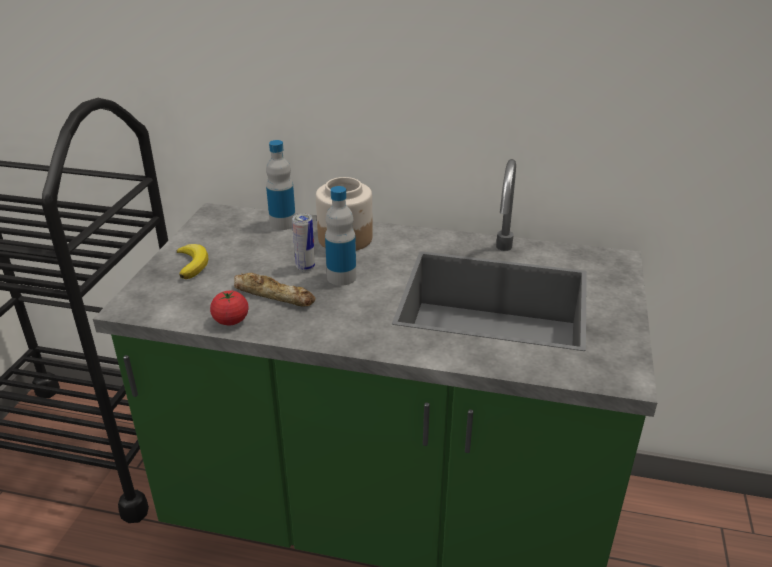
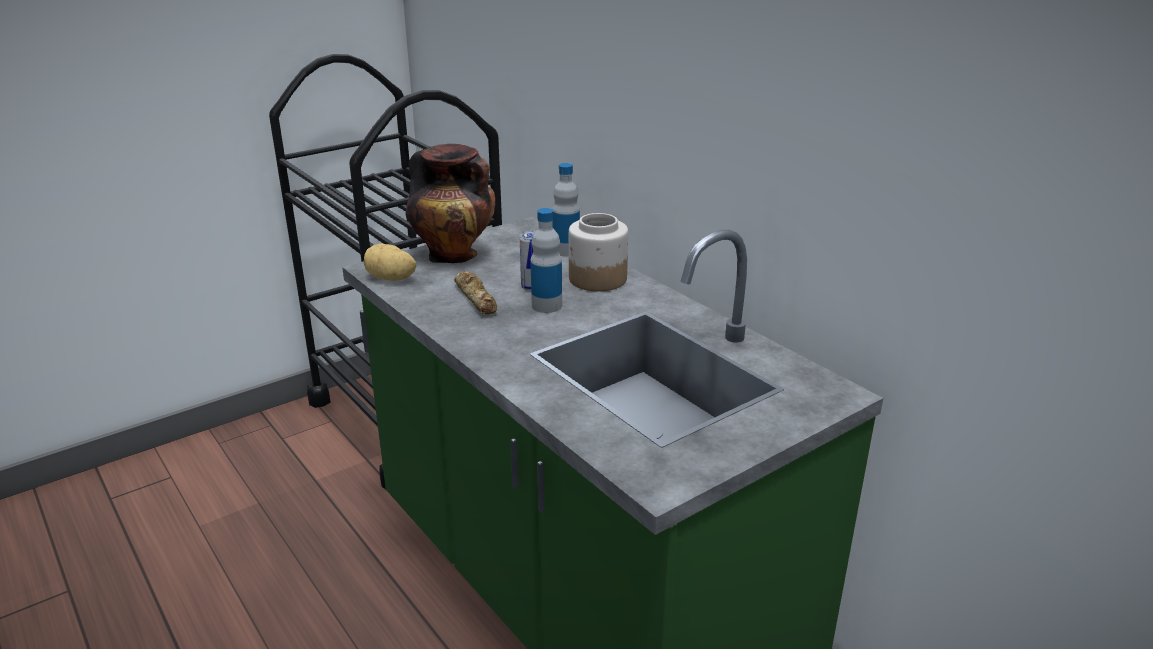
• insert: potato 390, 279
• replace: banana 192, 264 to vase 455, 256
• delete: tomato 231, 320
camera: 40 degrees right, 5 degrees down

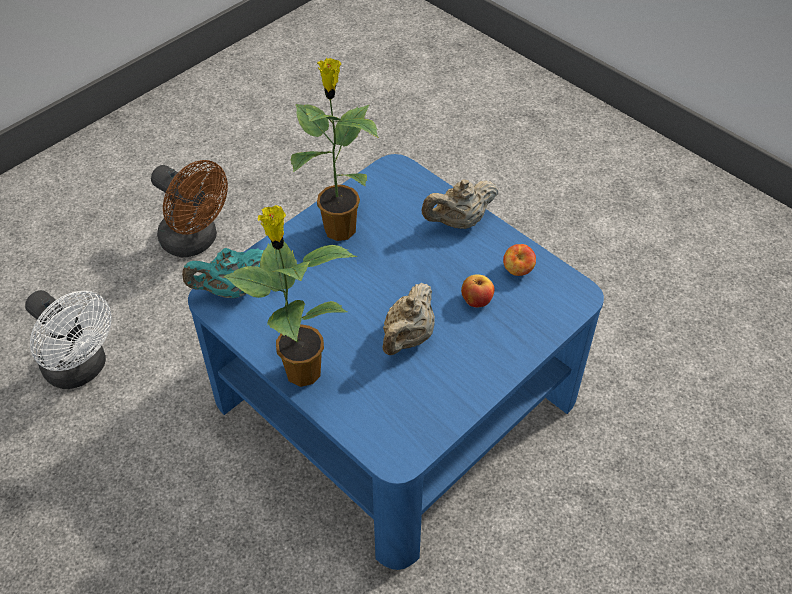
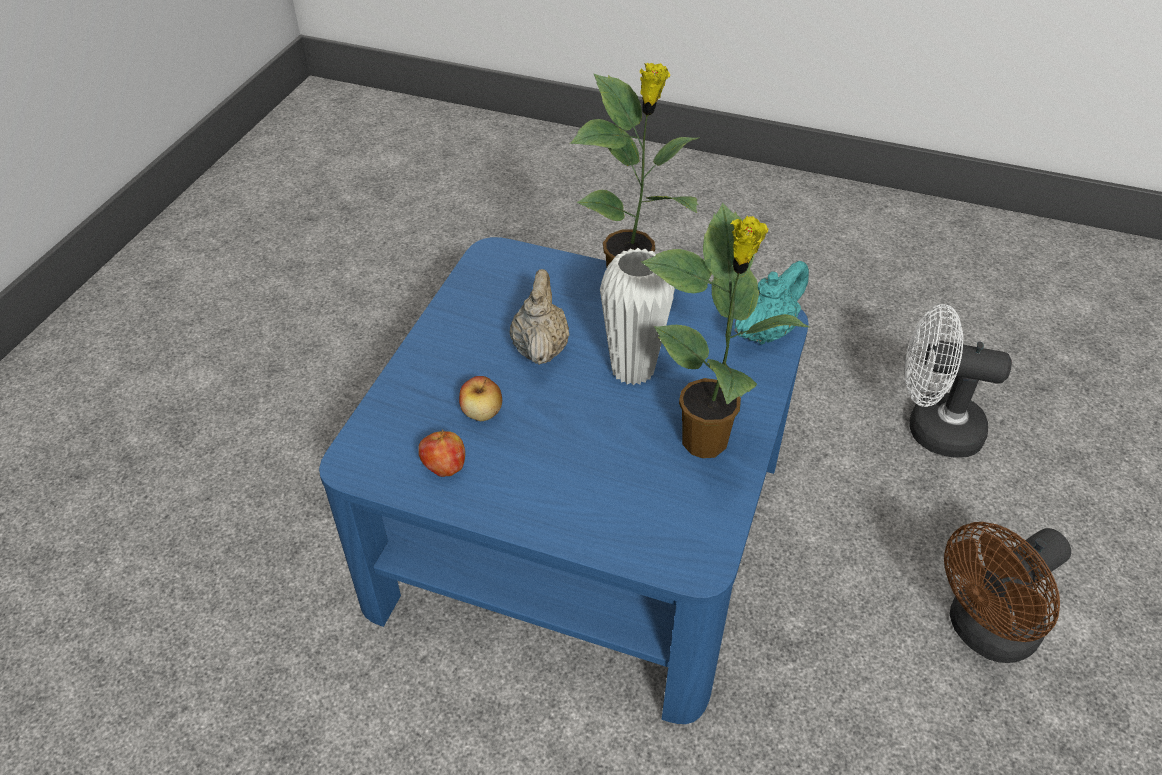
• insert: white vase 632, 370
• rotate: brown fan 196, 241 = 983, 632 45 degrees counterclockwise
• delete: beige teapot 459, 222
camera: 155 degrees right, 5 degrees down

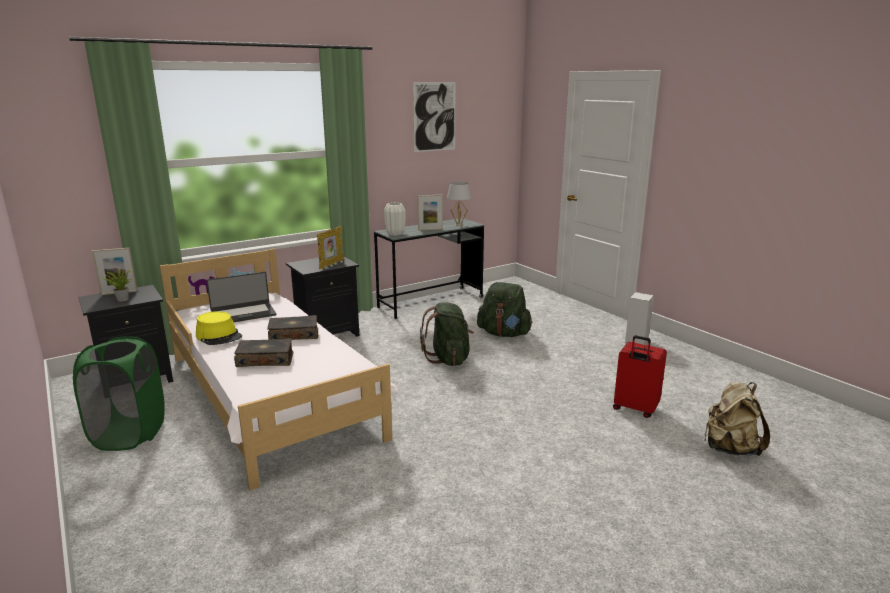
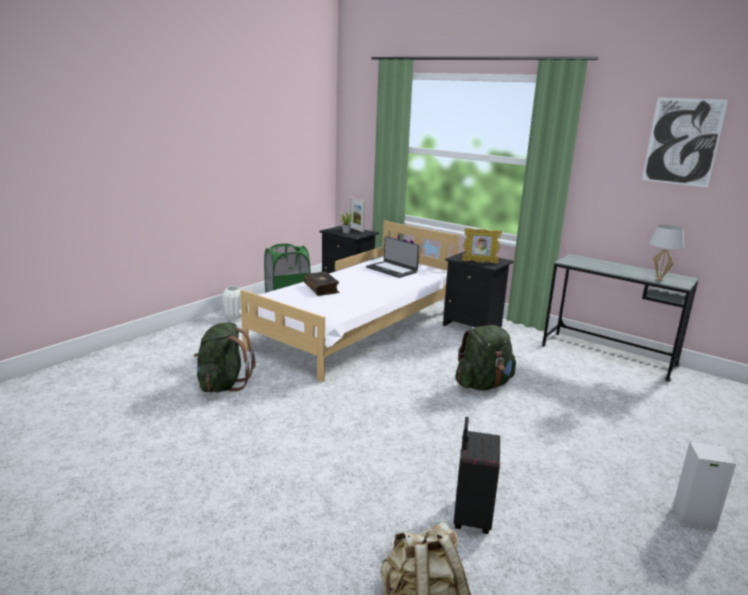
• move: green backpack 504, 334 to 222, 384
• move: white vase 395, 234 to 234, 316
• recolor: red suitcase 635, 409 to black suitcase 470, 517
• delete: yellow hat 219, 336
• delete: book 294, 334
• delete: picture frame 430, 229
camera: 70 degrees right, 0 degrees up

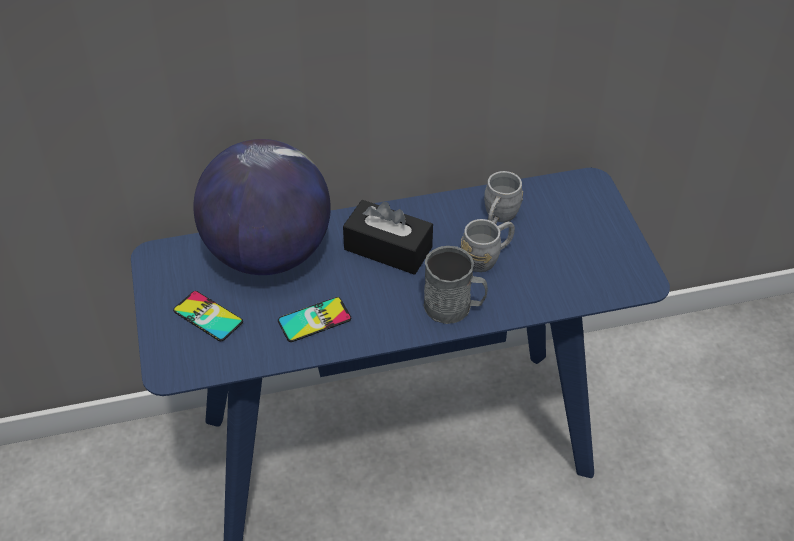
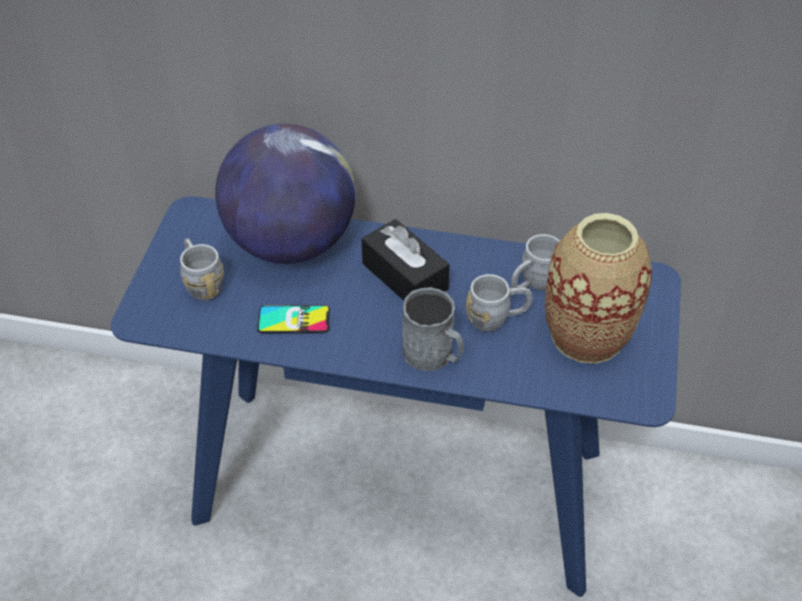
• replace: phone 208, 316 to grey mug 201, 282
• insert: vase 587, 336
camera: 25 degrees right, 0 degrees up

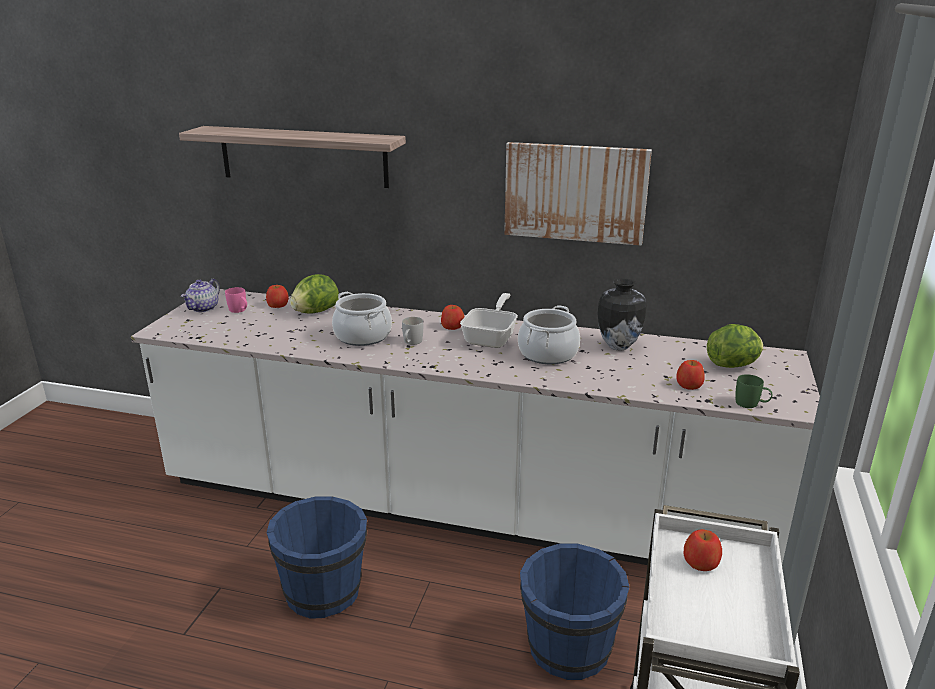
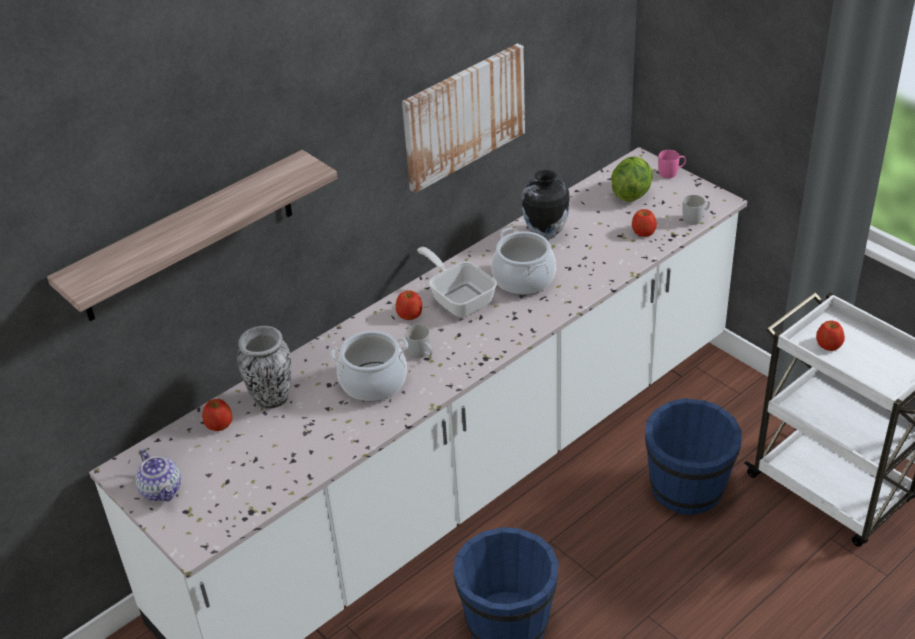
• replace: lettuce 315, 312 to vase 272, 398
• move: pink mug 239, 310 to 671, 173
• recolor: green mug 751, 404 to white mug 695, 218
camera: 55 degrees left, 15 degrees up

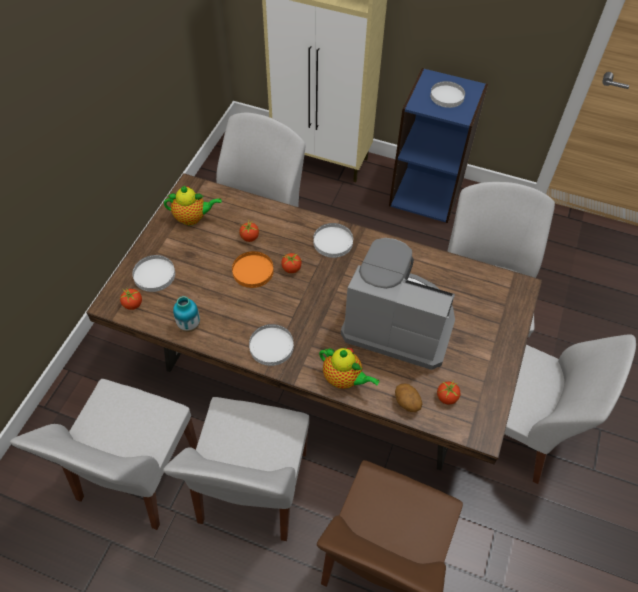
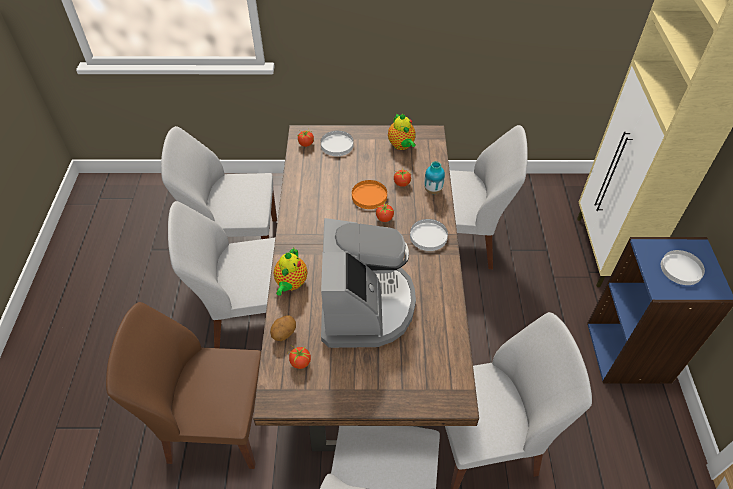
• move: vase 189, 325 to 433, 190
• delete: white plate 271, 346
camera: 70 degrees right, 5 degrees down

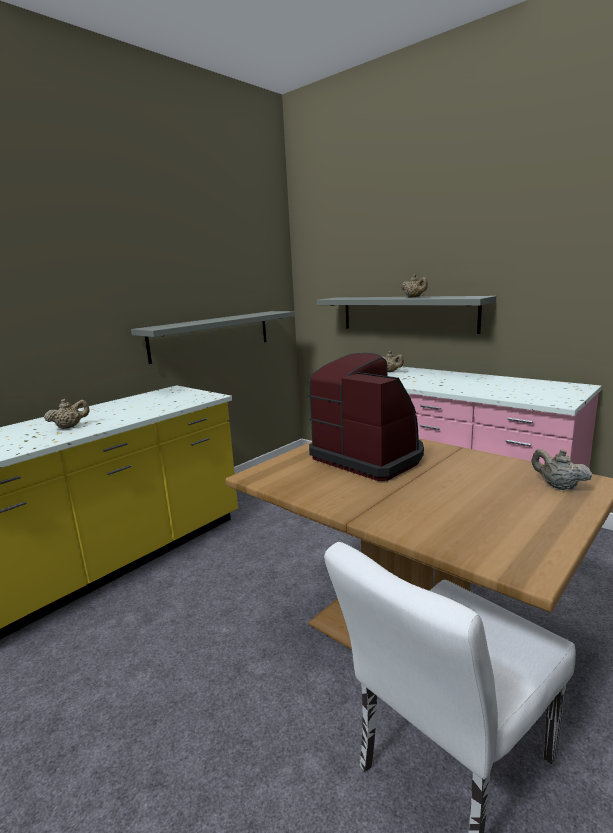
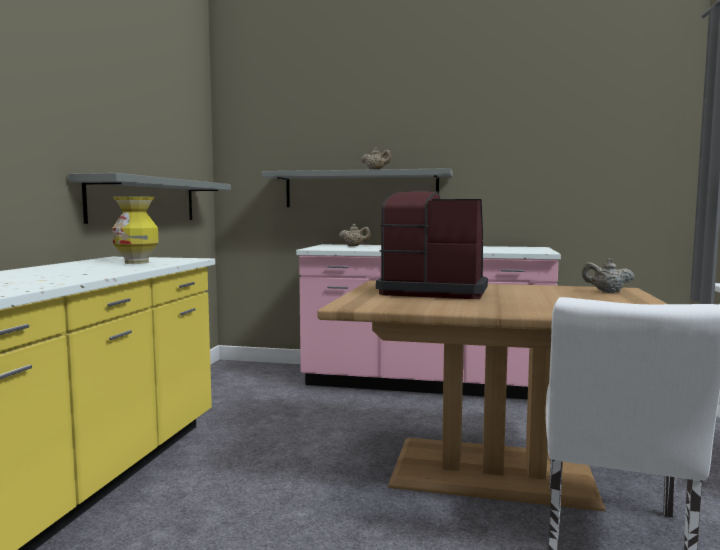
• insert: vase 137, 263
• delete: beige teapot 69, 427
camera: 30 degrees left, 10 degrees down

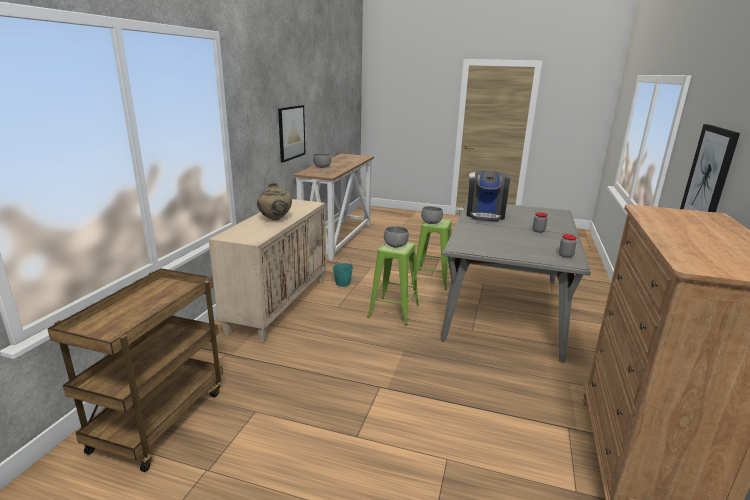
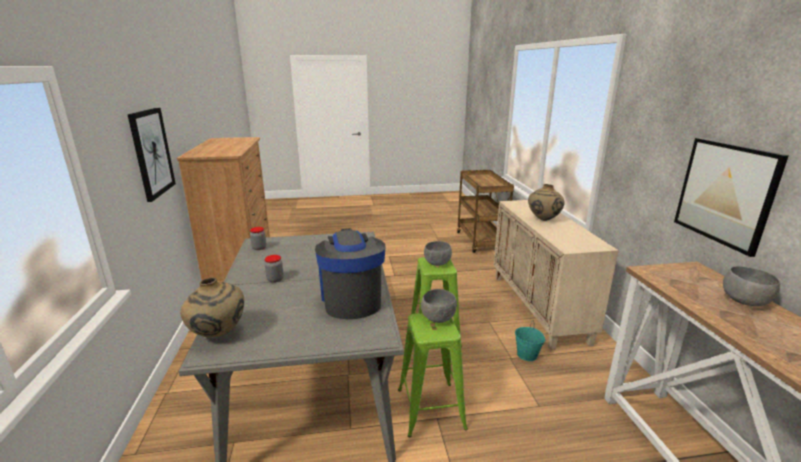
• insert: beige vase 218, 335
camera: 155 degrees right, 0 degrees up

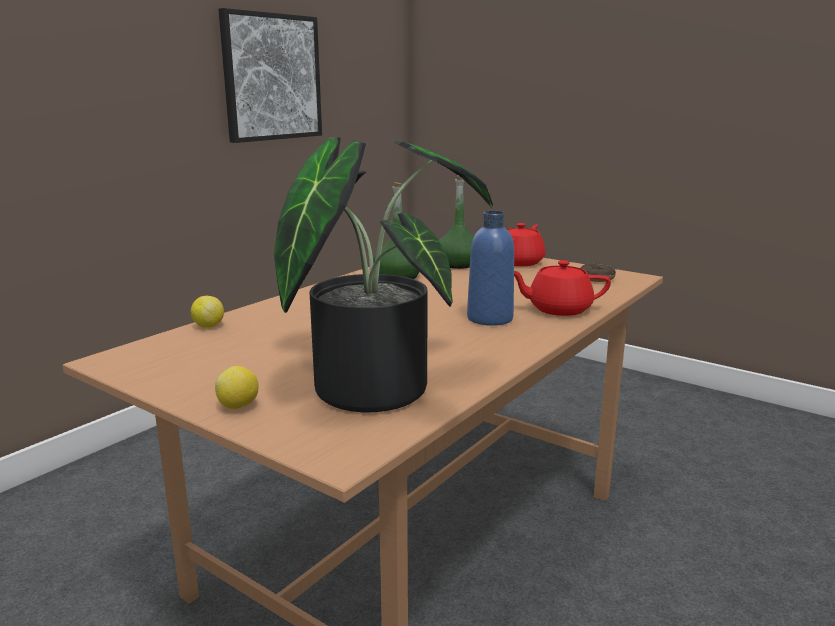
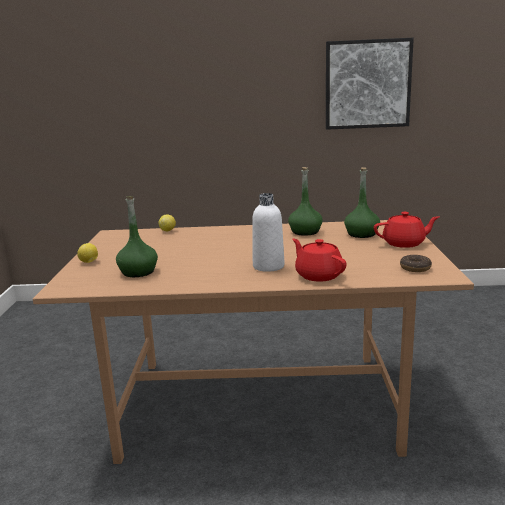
• replace: potted plant 370, 383 to green bottle 138, 272
• recolor: blue bottle 490, 318 to white bottle 268, 266
camera: 55 degrees right, 0 degrees up

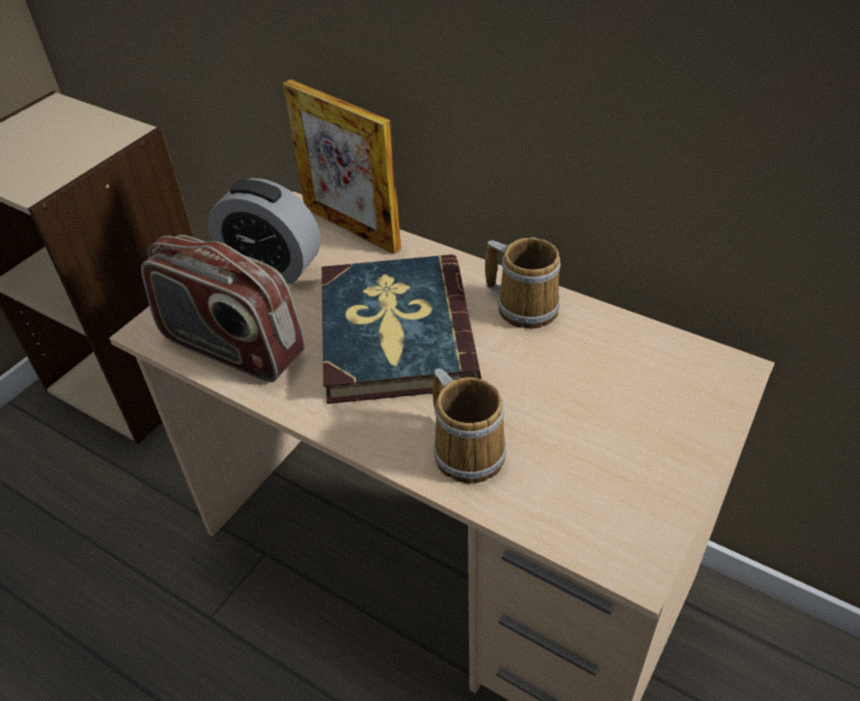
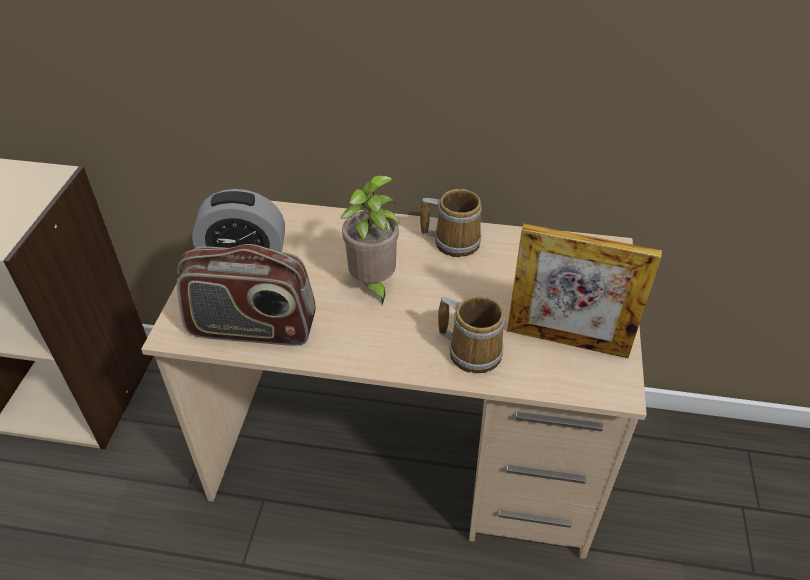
• replace: book 395, 333 to potted plant 373, 284
• move: picture frame 351, 228 to 567, 341
camera: 25 degrees left, 0 degrees up

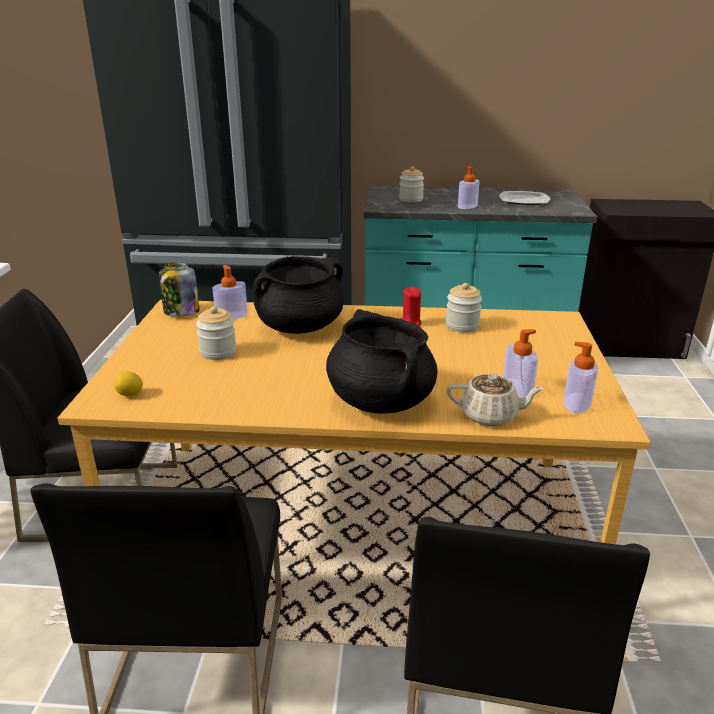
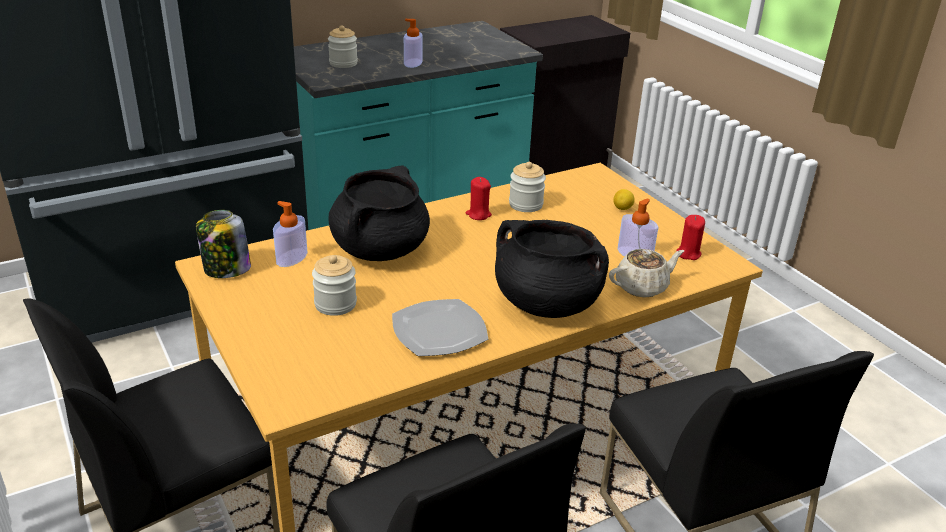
• move: plate 523, 200 to 438, 330
• move: lemon 130, 394 to 622, 209
• replace: soap dispenser 577, 403 to red candle 688, 253
camera: 35 degrees left, 5 degrees up

